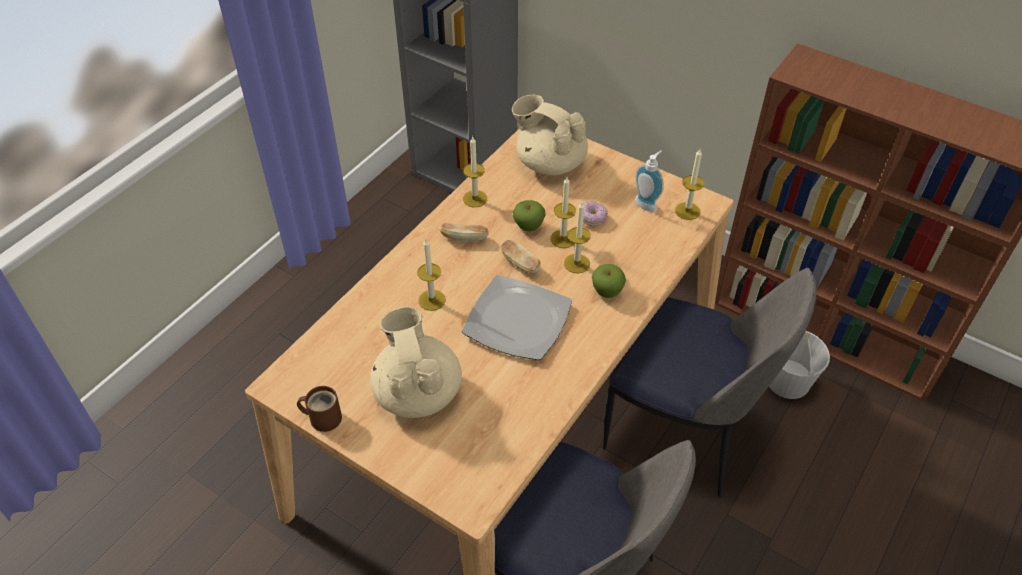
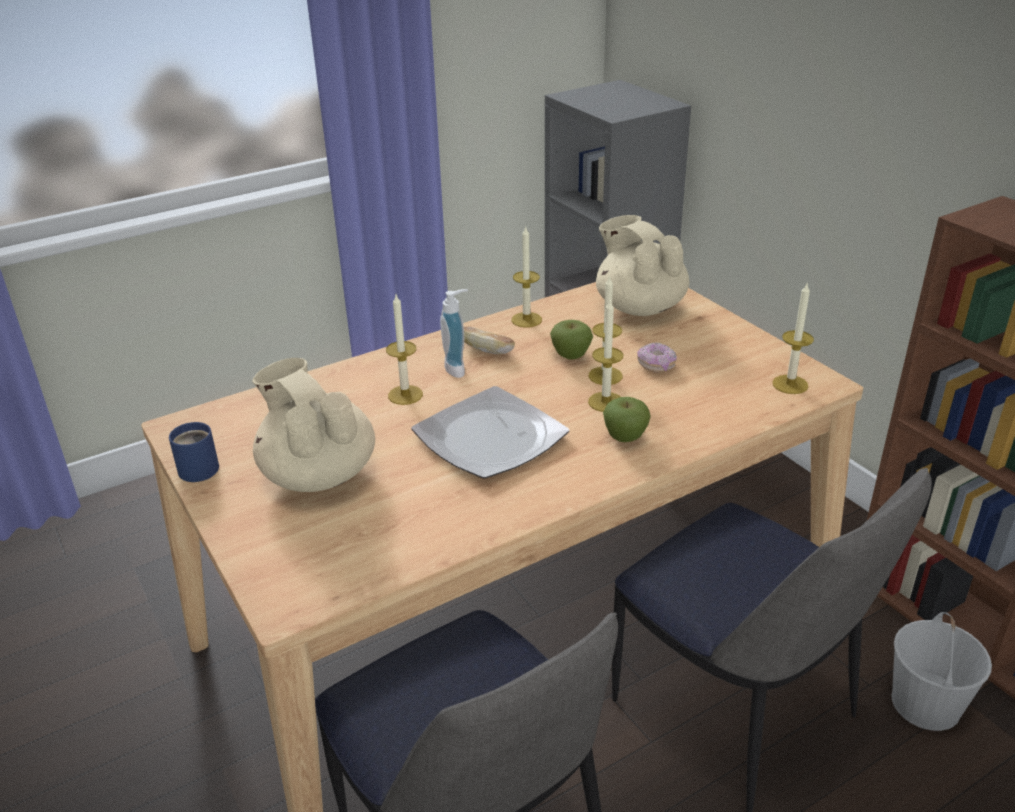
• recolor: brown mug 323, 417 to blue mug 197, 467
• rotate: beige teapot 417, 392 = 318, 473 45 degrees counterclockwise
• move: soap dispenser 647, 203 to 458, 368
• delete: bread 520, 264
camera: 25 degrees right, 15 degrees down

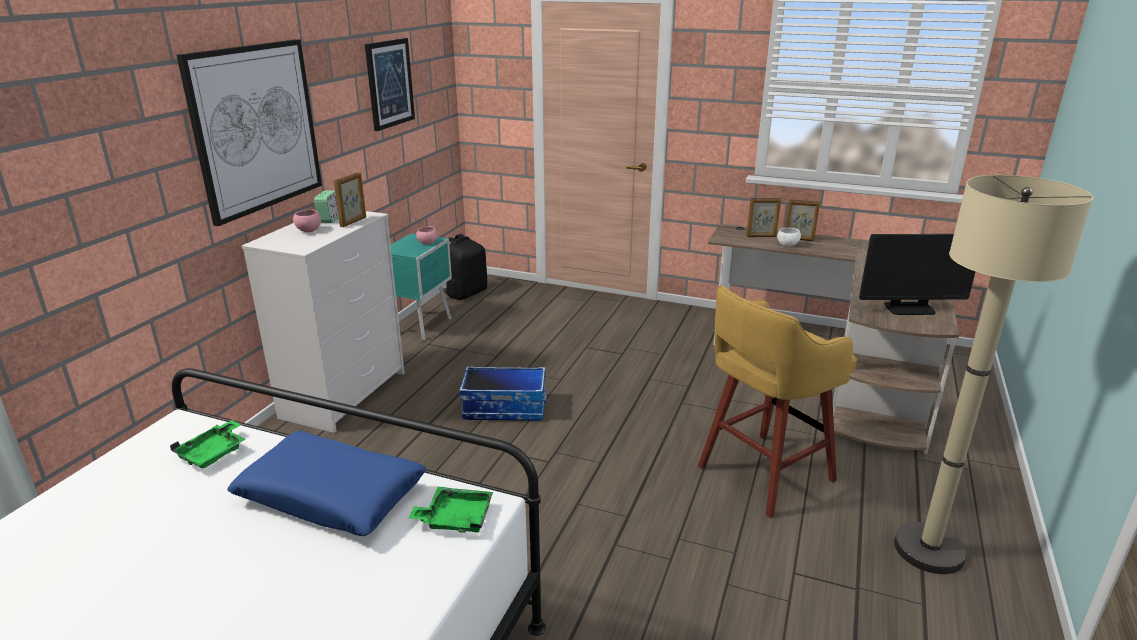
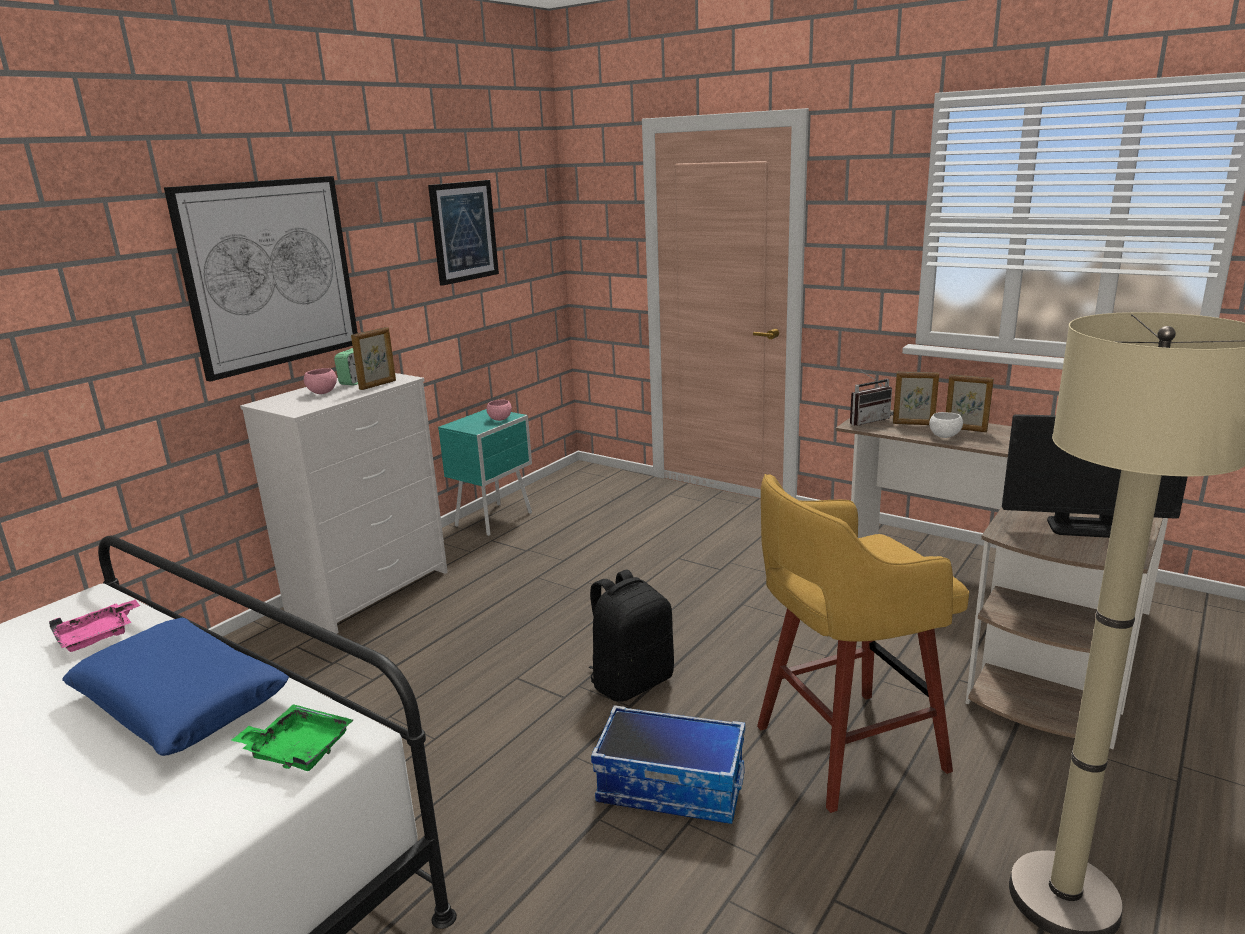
• recolor: green tray 214, 453 to pink tray 98, 636
• move: black backpack 465, 293 to 632, 682
• move: storage box 505, 408 to 672, 786
• insert: radio 866, 420
camera: 15 degrees right, 5 degrees down

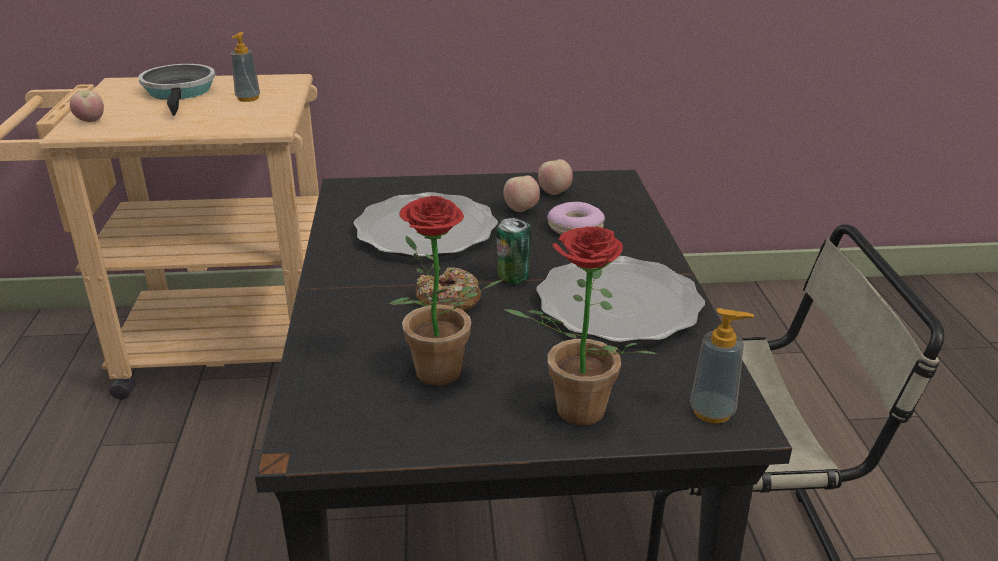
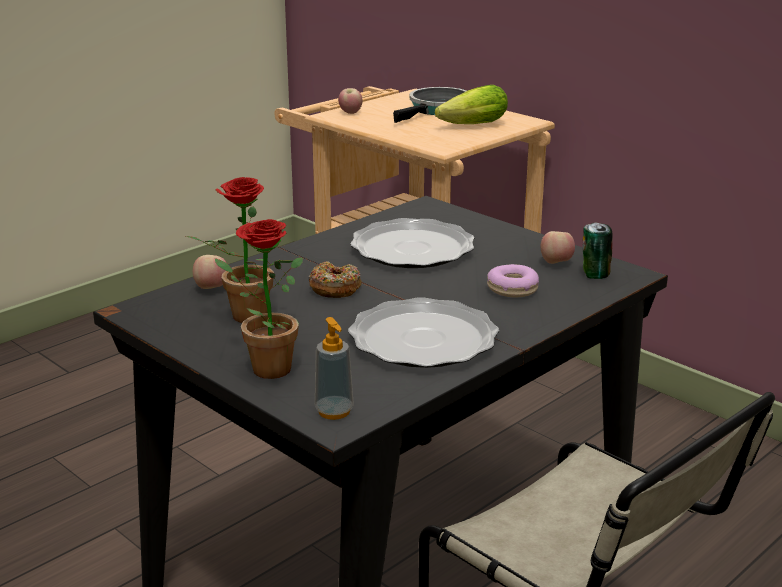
• move: apple 521, 210 to 211, 288
• replace: soap dispenser 248, 98 to lettuce 469, 126
• move: can 513, 278 to 594, 274
camera: 50 degrees right, 5 degrees down

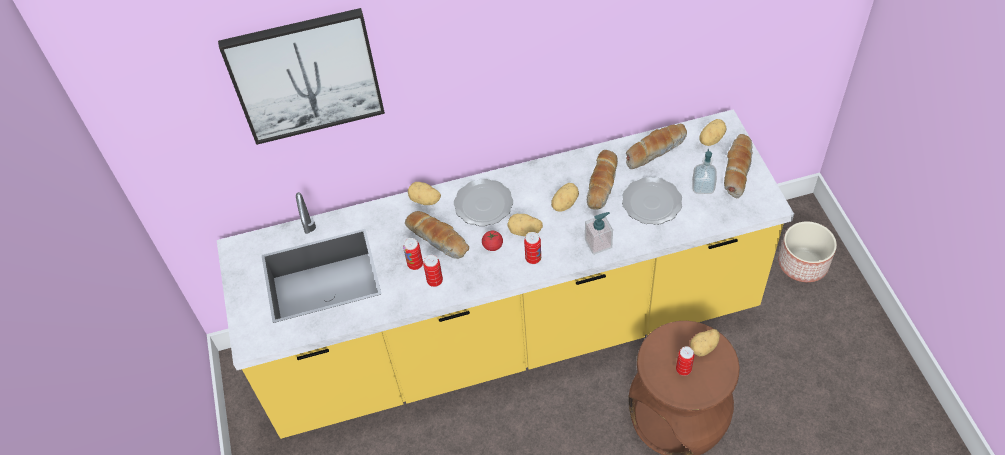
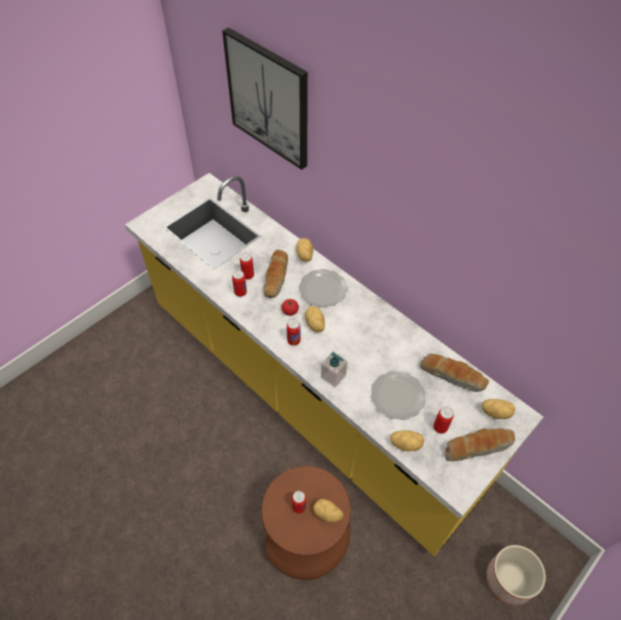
• move: potato 564, 203 to 405, 444
• replace: soap dispenser 703, 187 to can 440, 427
• delete: bread 602, 185
camera: 55 degrees right, 0 degrees up

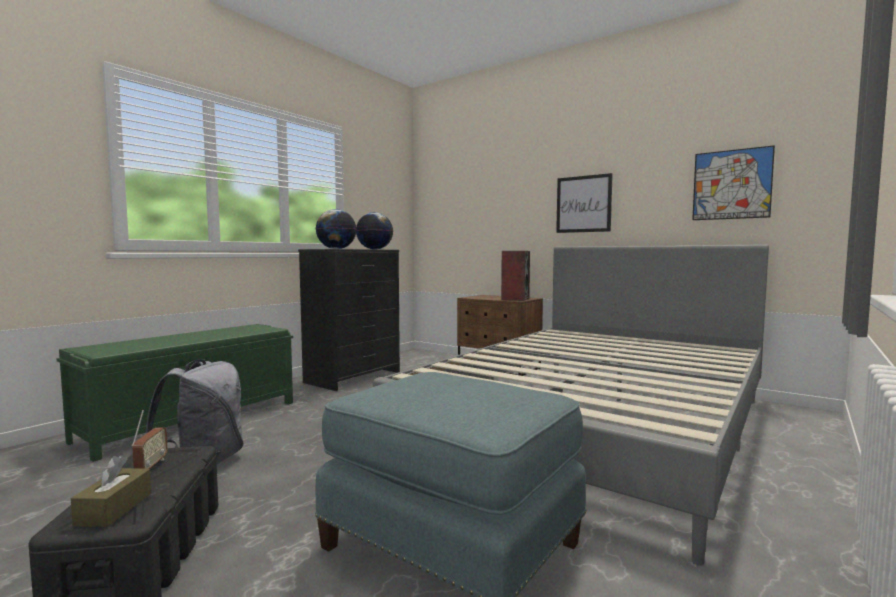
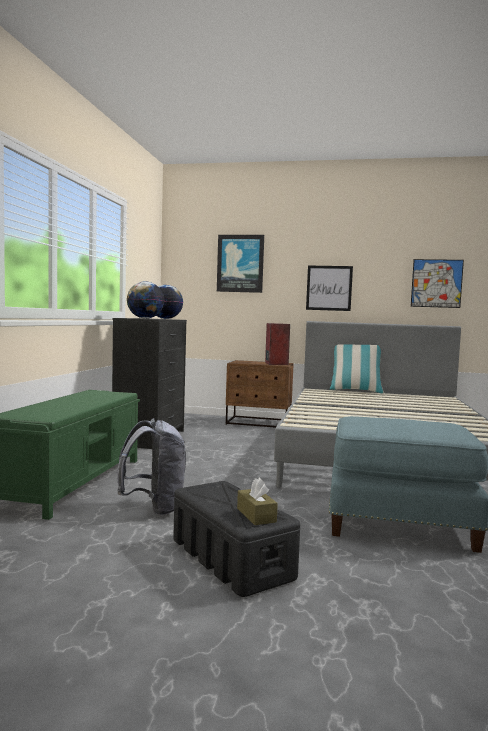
• insert: picture 240, 263
• insert: pillow 355, 390
• delete: radio 151, 466
camera: 25 degrees left, 0 degrees up

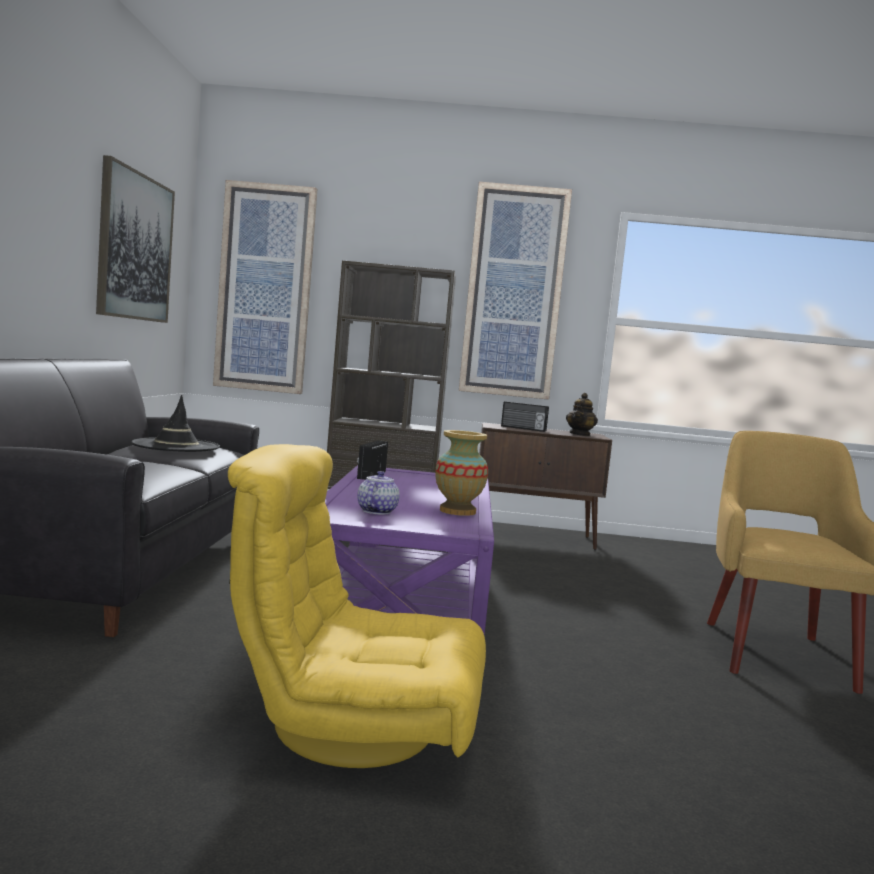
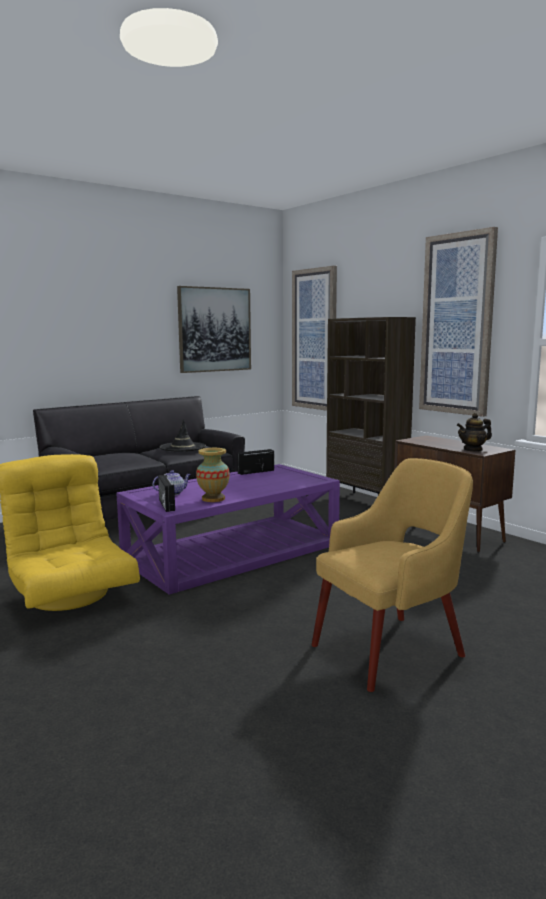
• move: radio 523, 428 to 165, 505
camera: 50 degrees right, 5 degrees up

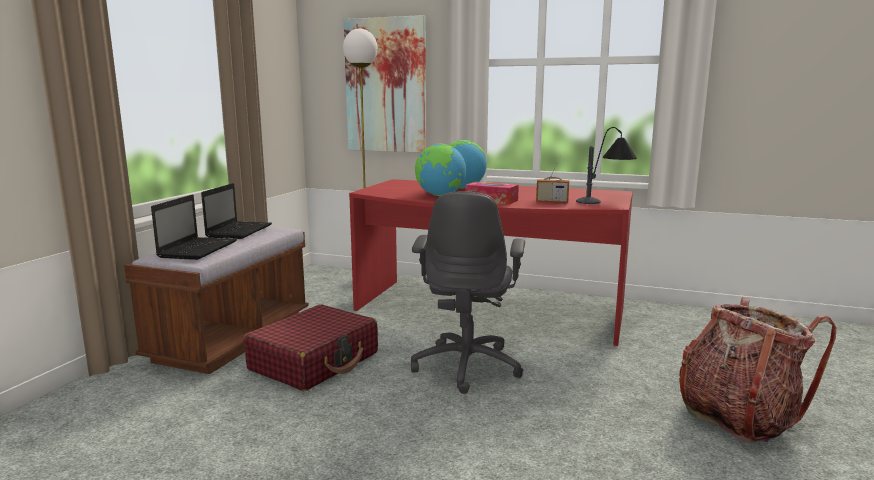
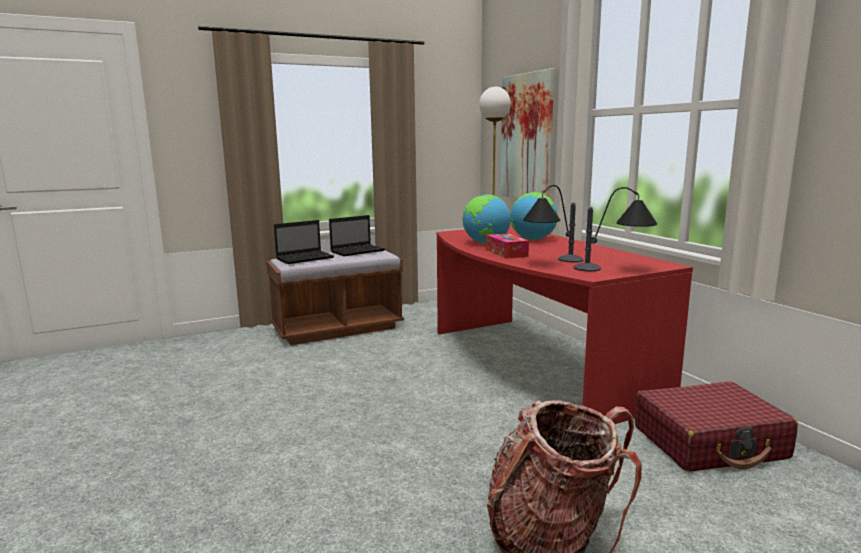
• replace: radio 552, 202 to table lamp 551, 262
• move: red suitcase 315, 361 to 709, 443
• delete: grey office chair 467, 366
camera: 45 degrees right, 0 degrees up

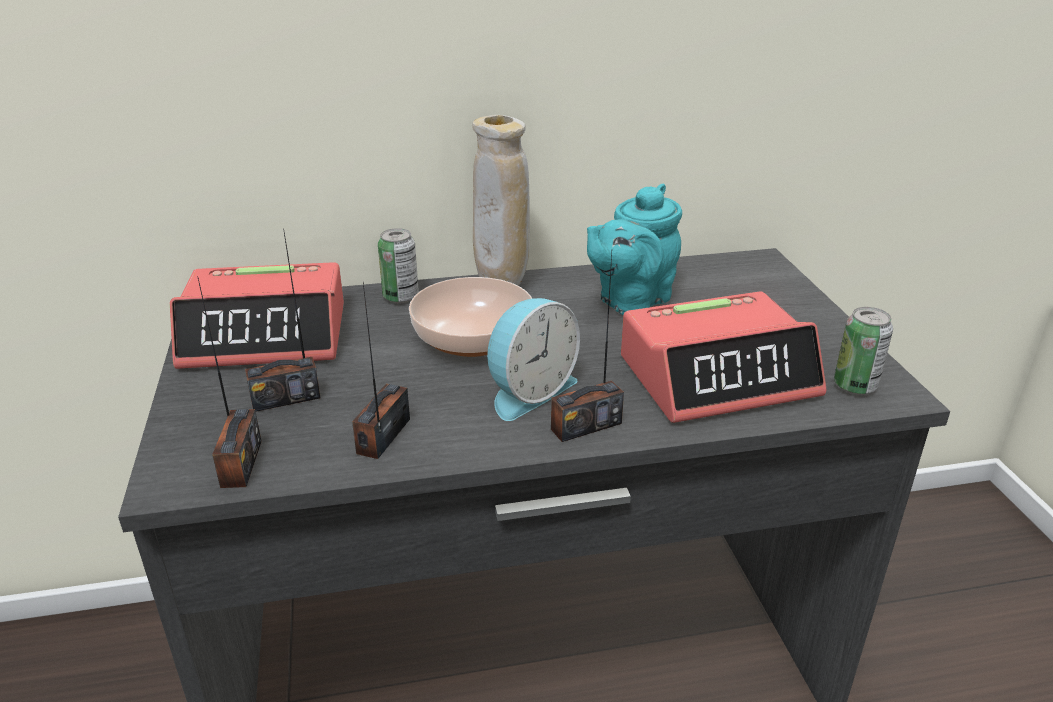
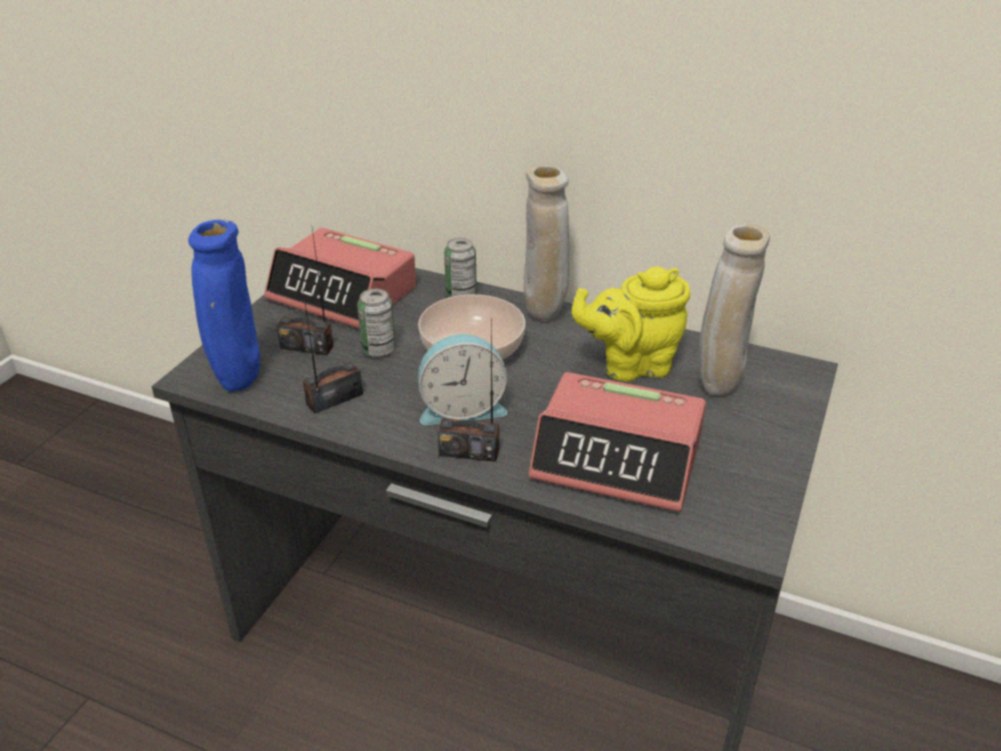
• replace: radio 240, 463 to blue vase 239, 381
• move: can 855, 386 to 379, 350
• recolor: turquoise teapot 630, 301 to yellow teapot 630, 365
• insert: beige vase 717, 385
camera: 35 degrees right, 5 degrees up

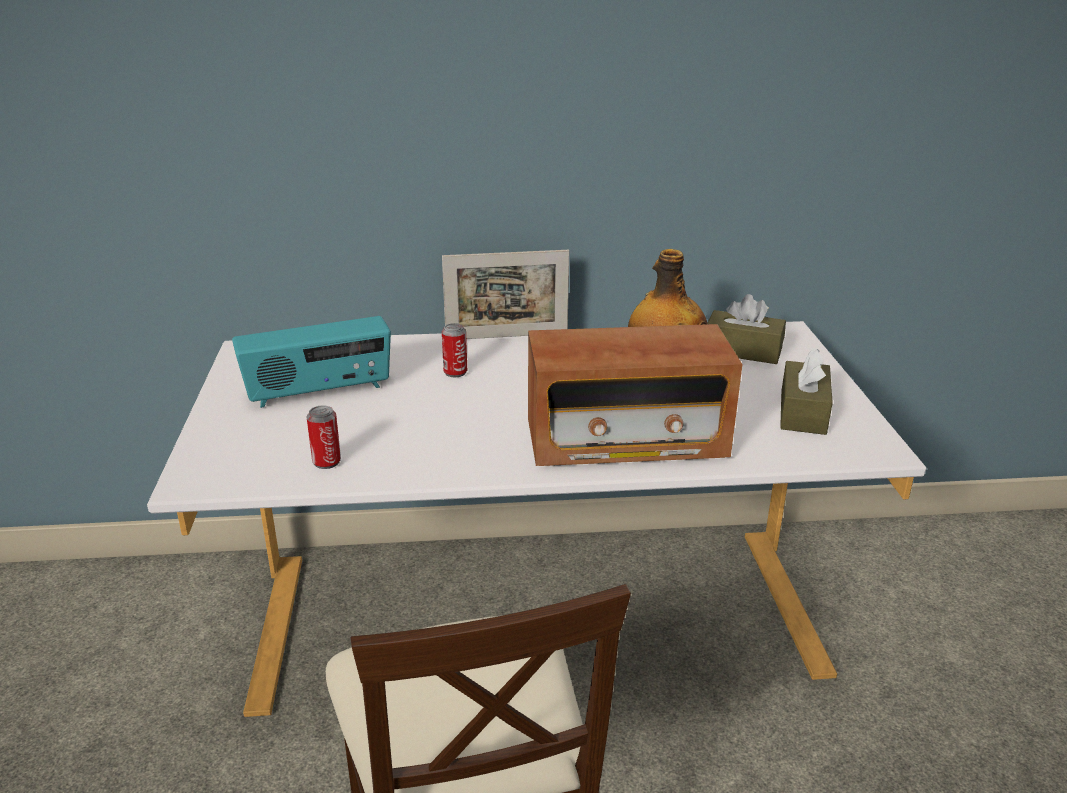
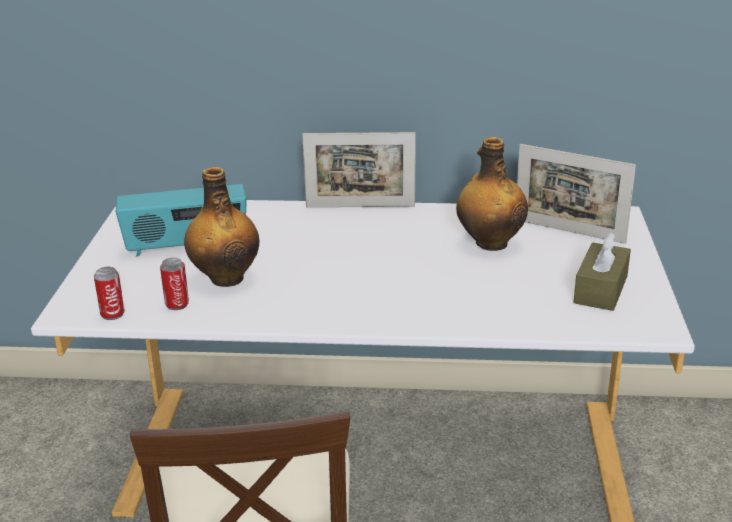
• move: can 455, 372 to 112, 314
• insert: bottle 226, 278
• replace: brown tissue box 743, 351 to picture frame 569, 231
• delete: radio 625, 442
camera: 10 degrees right, 0 degrees up

